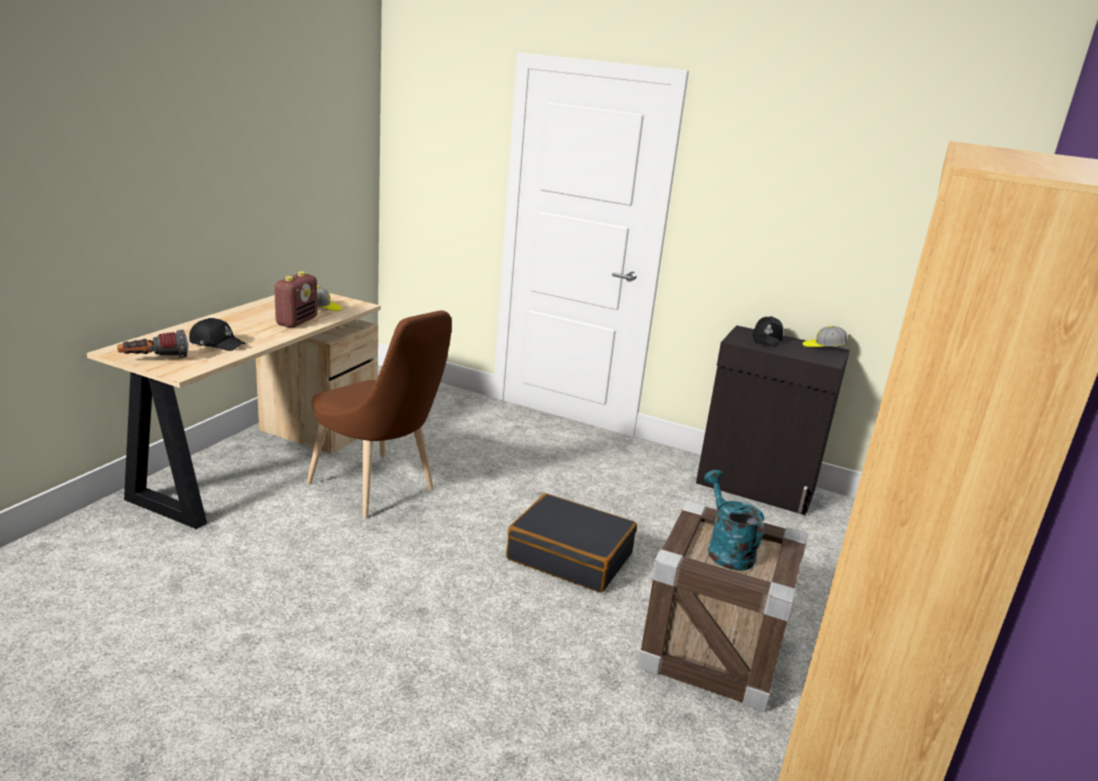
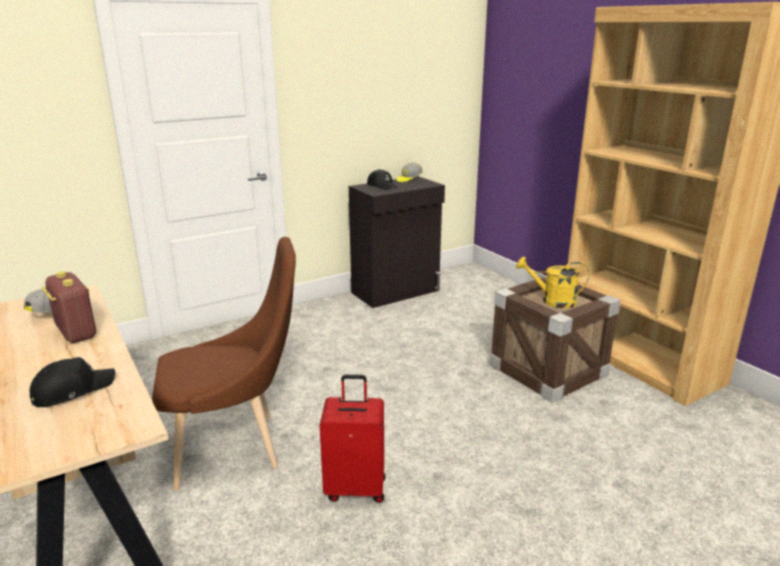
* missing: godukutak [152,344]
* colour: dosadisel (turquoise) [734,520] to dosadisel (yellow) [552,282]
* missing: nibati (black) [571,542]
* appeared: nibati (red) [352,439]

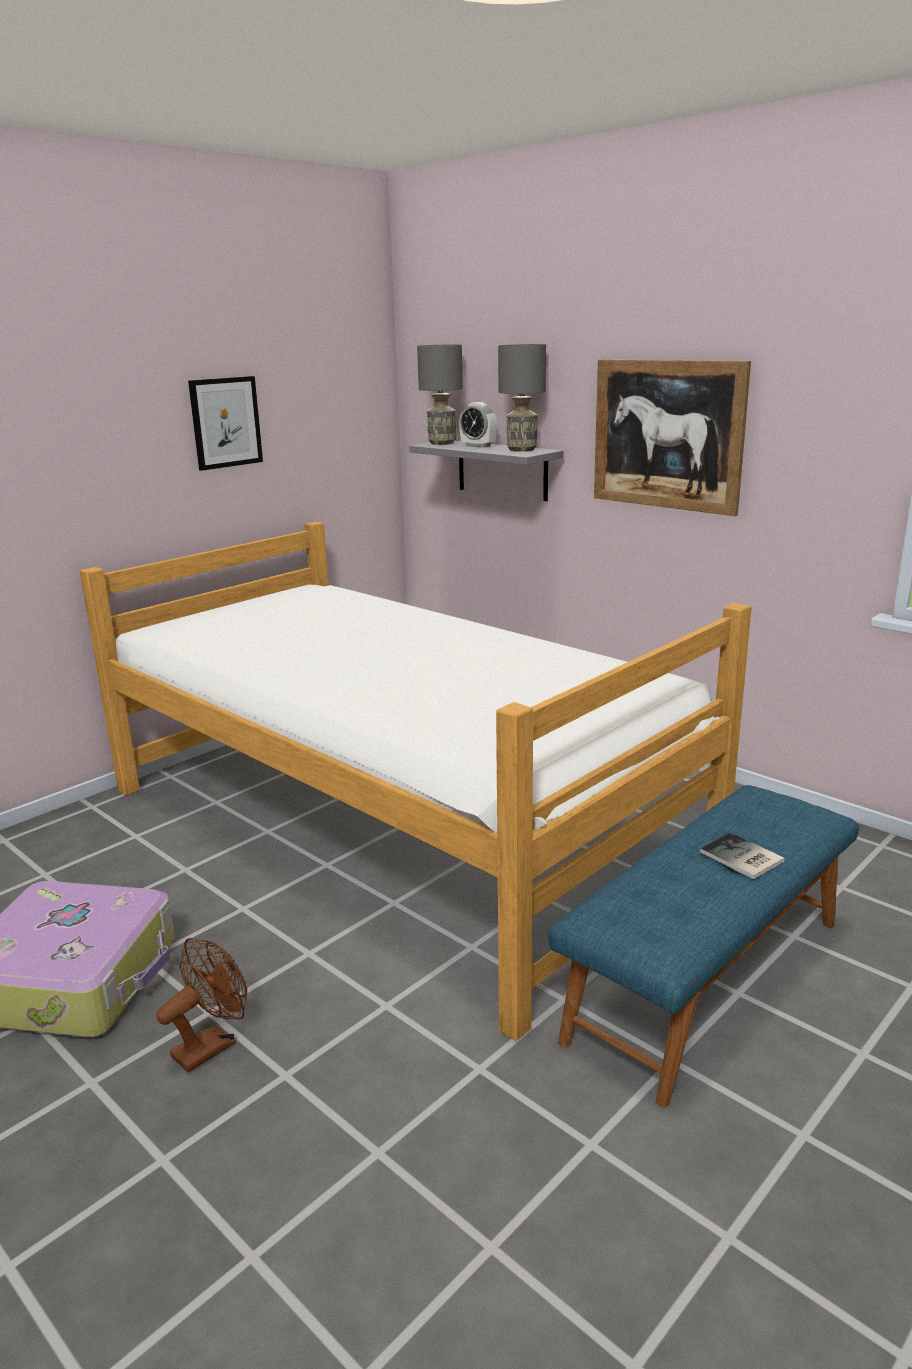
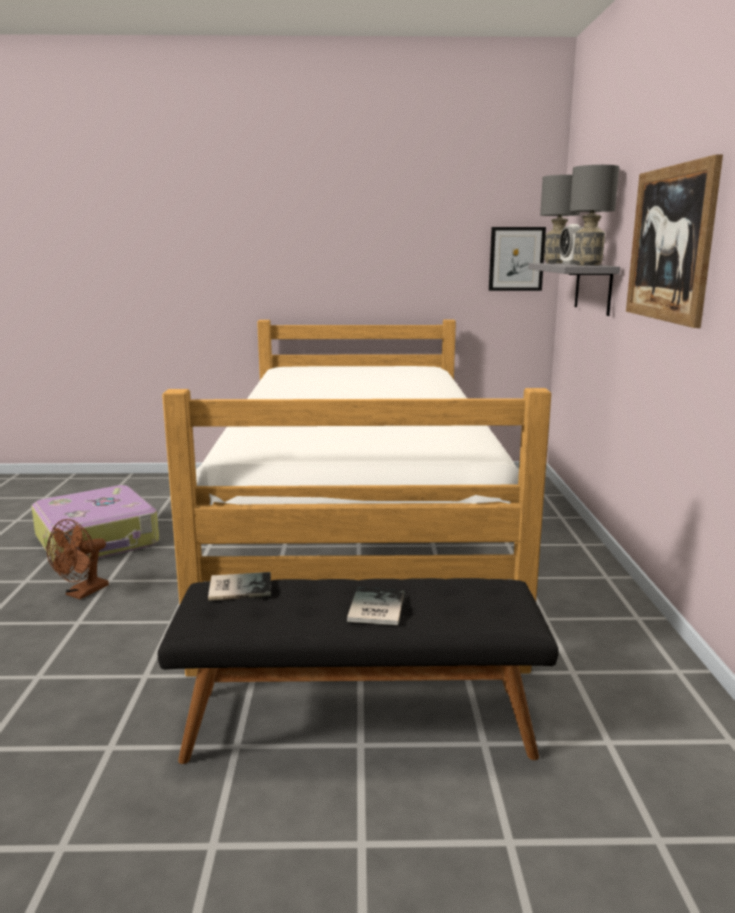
* relocated: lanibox [225,423] to [517,259]
* colour: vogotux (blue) [703,946] to vogotux (black) [358,671]
* spun: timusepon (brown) [201,1005] = [78,559] 120 degrees clockwise
* appeared: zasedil [239,586]

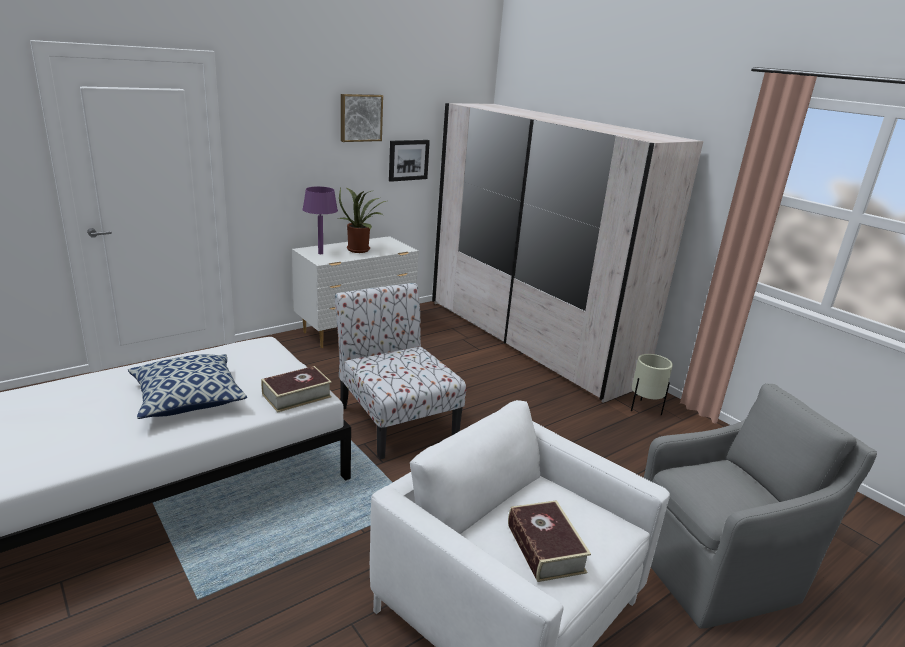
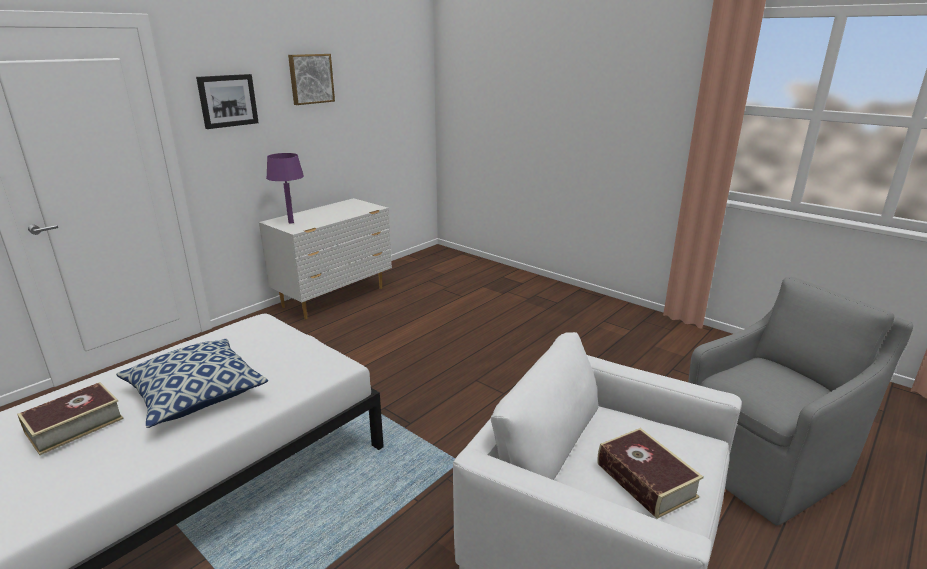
* missing: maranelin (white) [567,253]
* relocated: lanibox [409,161] to [227,101]
* missing: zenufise [362,220]
* missing: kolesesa [400,371]
* missing: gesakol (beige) [652,385]
* relocated: zasedil [296,389] to [70,418]

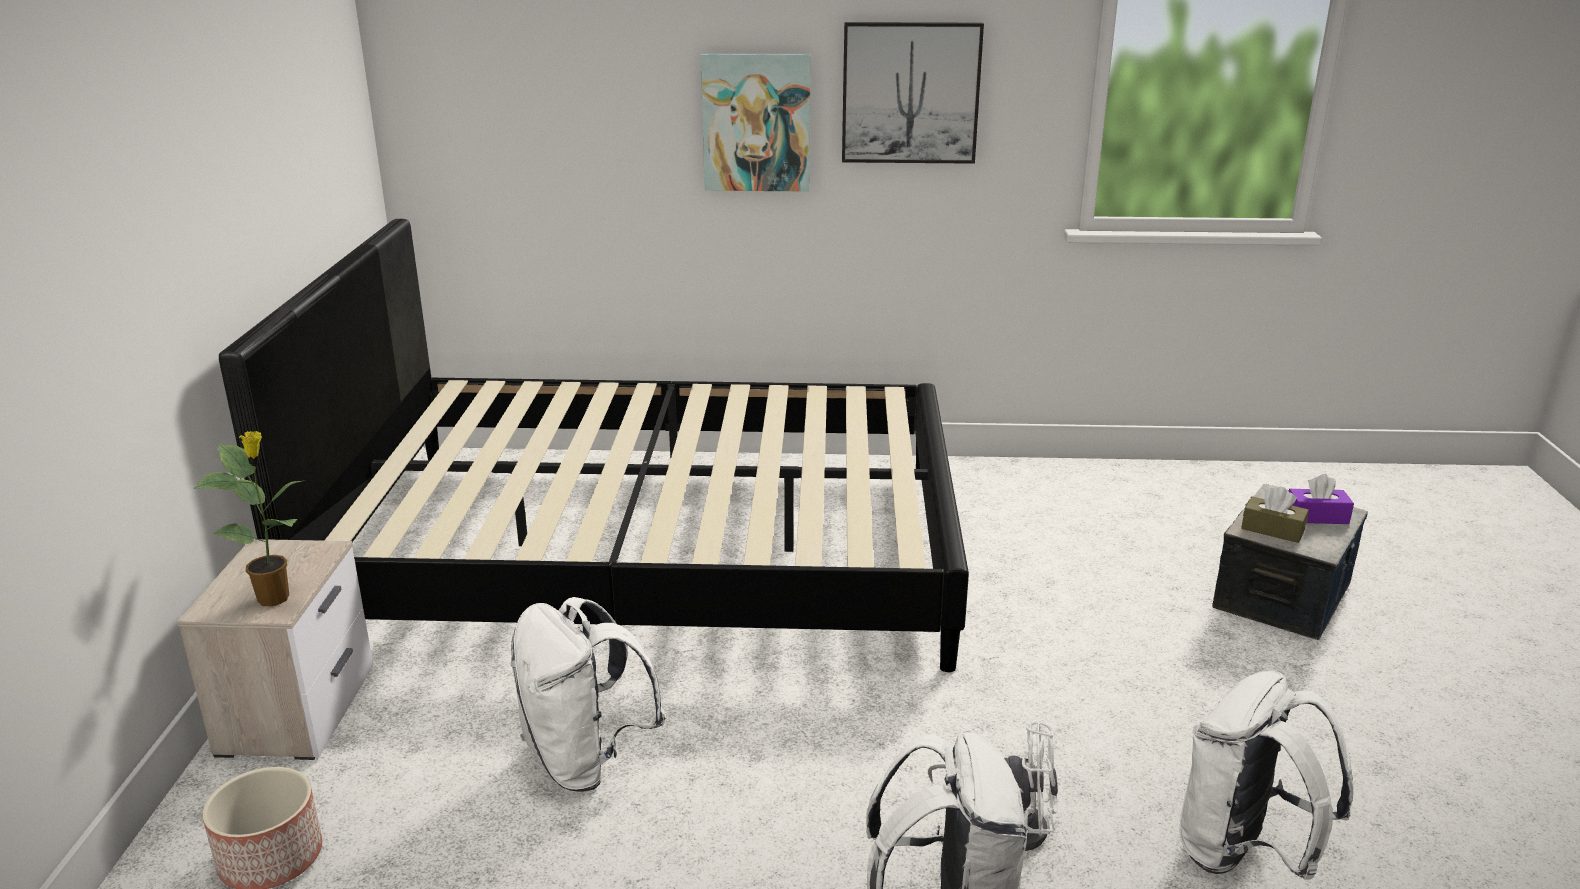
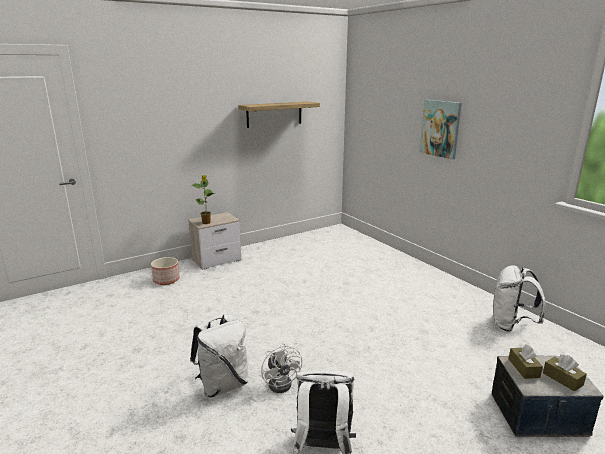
* missing: lanibox [913,93]
* missing: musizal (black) [594,445]
* colour: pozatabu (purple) [1321,499] to pozatabu (brown) [565,373]
* relocated: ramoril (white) [588,694] to [519,298]
* appeared: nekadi [279,114]

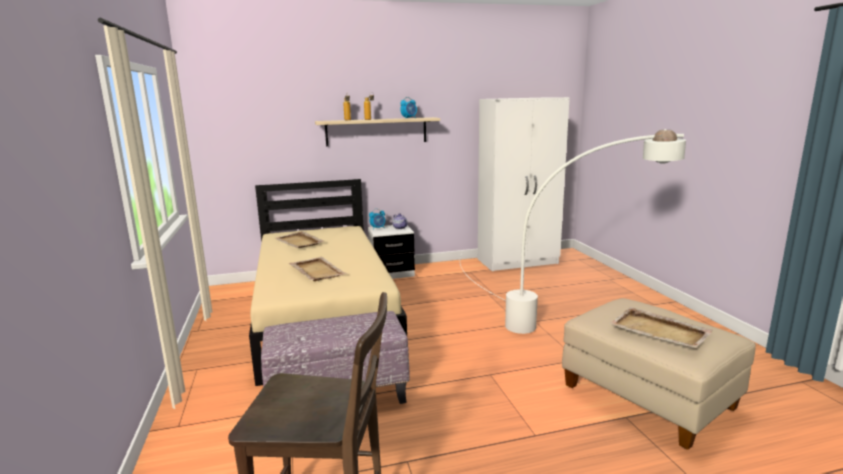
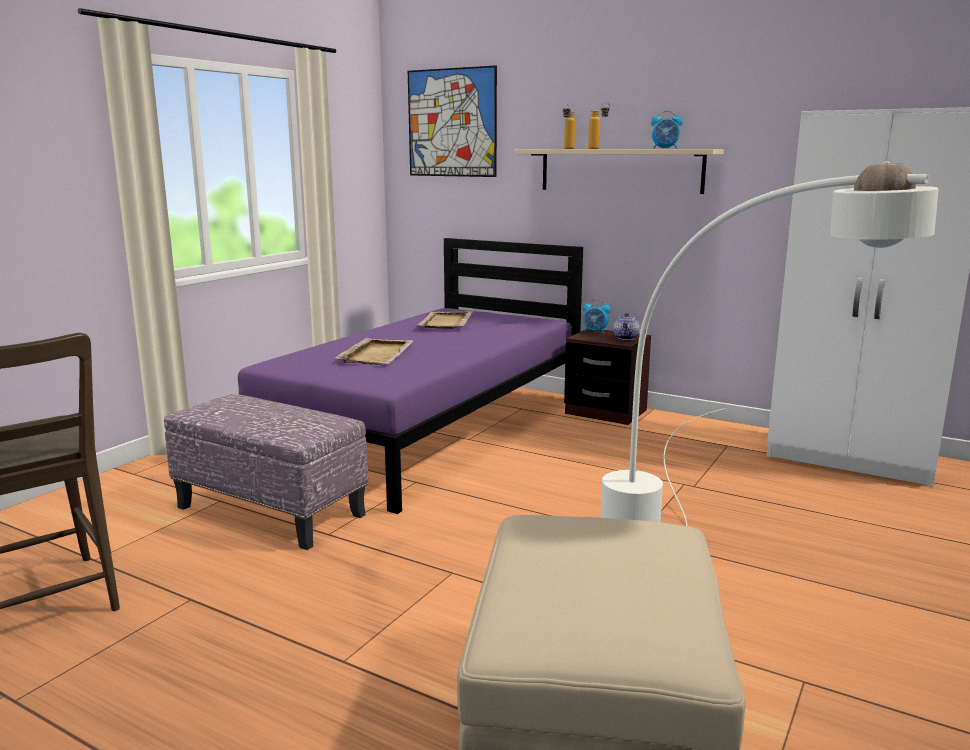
* colour: musizal (beige) [328,282] to musizal (purple) [410,376]
* colour: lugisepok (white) [391,252] to lugisepok (brown) [607,377]
* missing: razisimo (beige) [661,327]
* appeared: lanibox [452,121]

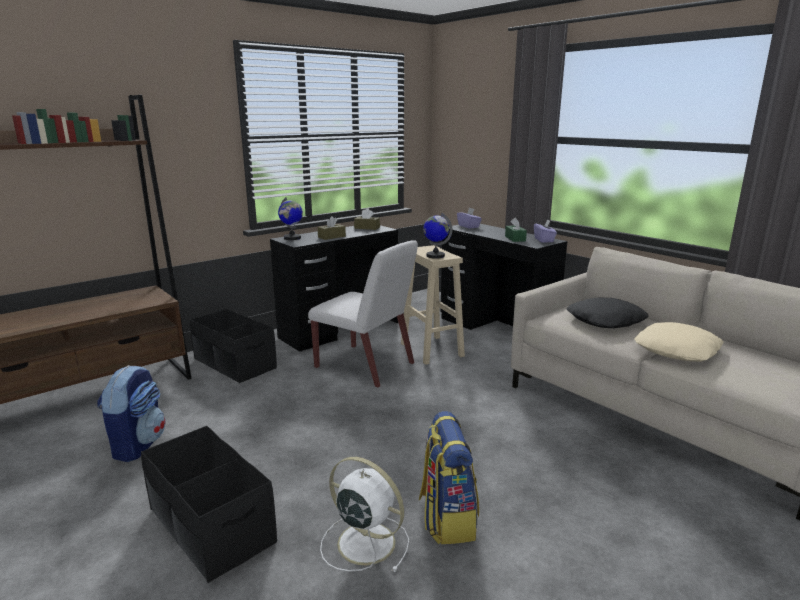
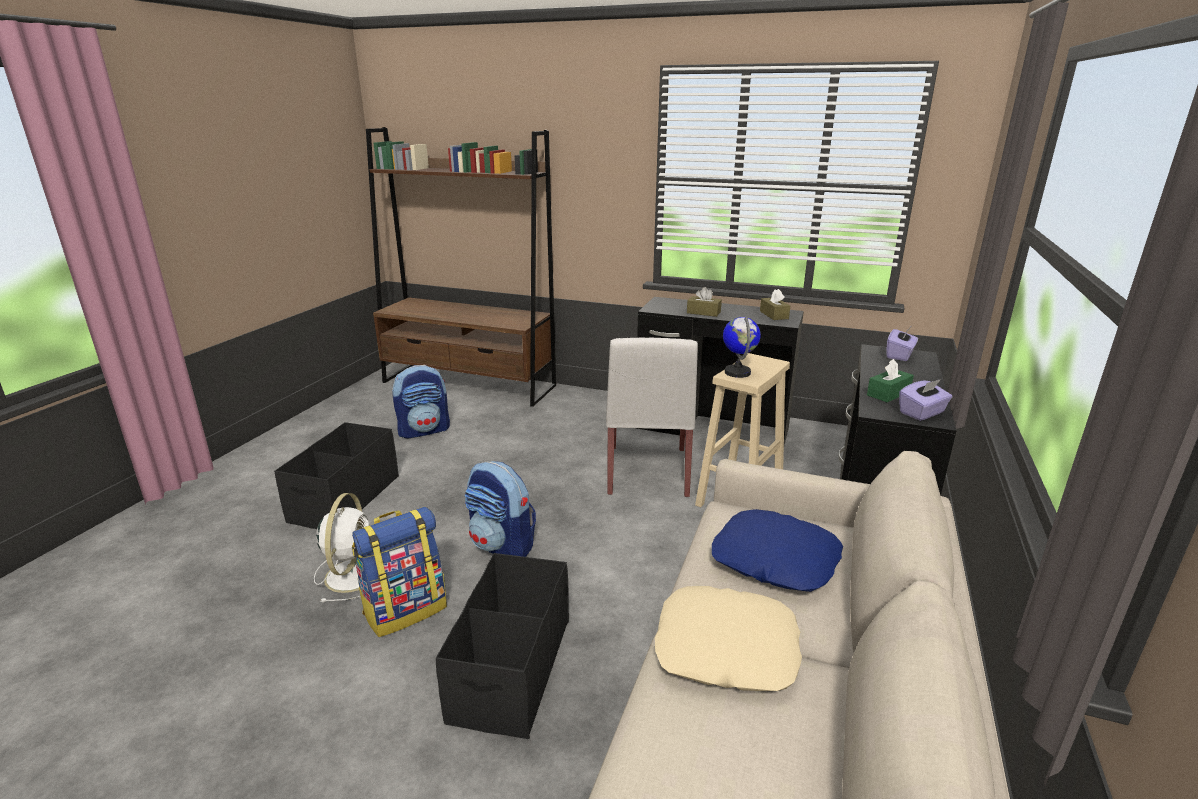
* missing: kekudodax [290,218]
* colour: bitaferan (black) [607,313] to bitaferan (blue) [777,550]
* relocated: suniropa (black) [233,346] to [502,646]
* appeared: ramoril [500,509]

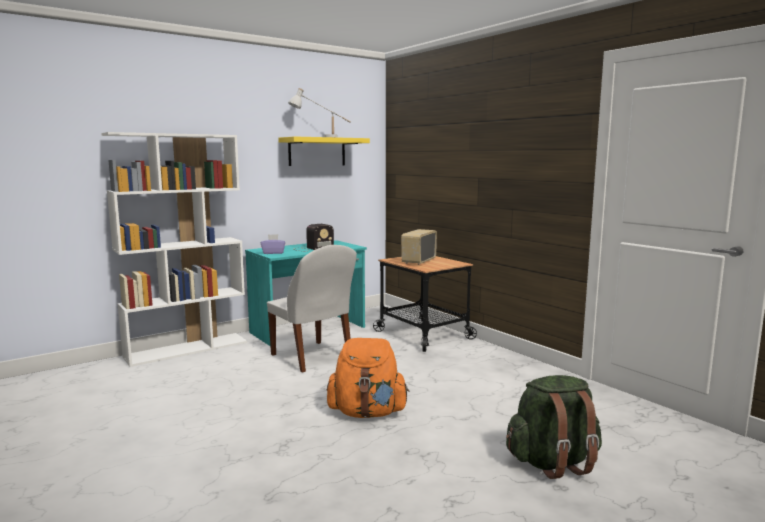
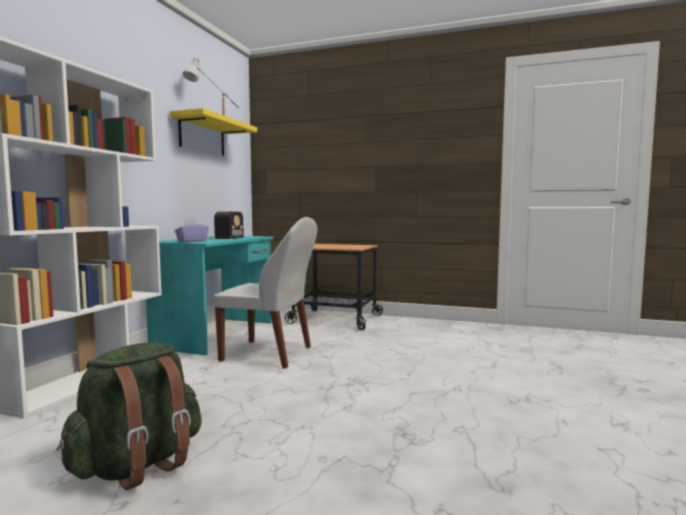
* missing: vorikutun [419,247]
* missing: ramoril (orange) [368,378]
* relocated: ramoril (green) [554,427] to [129,417]

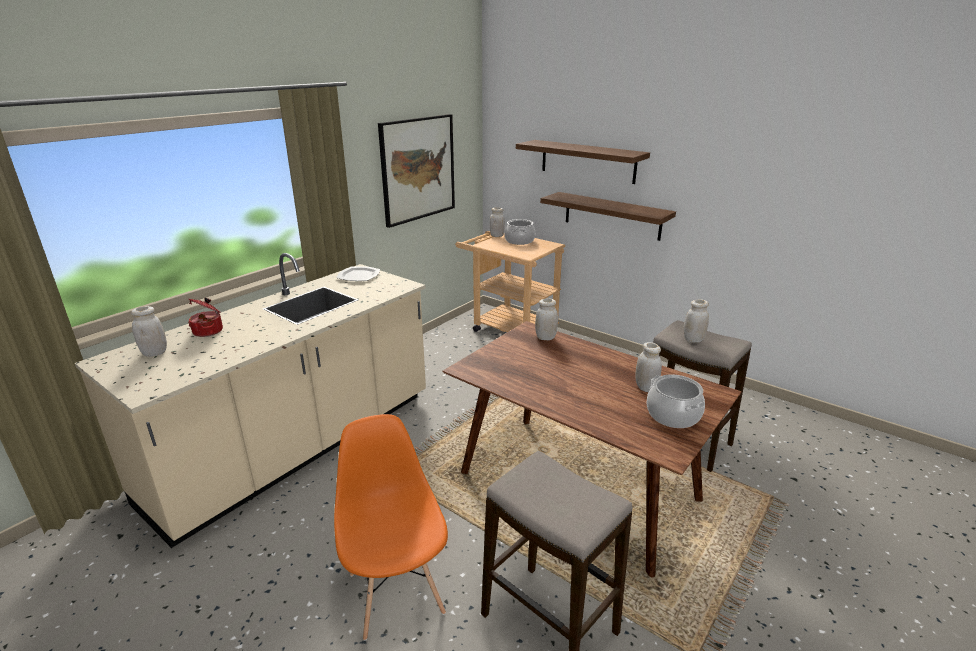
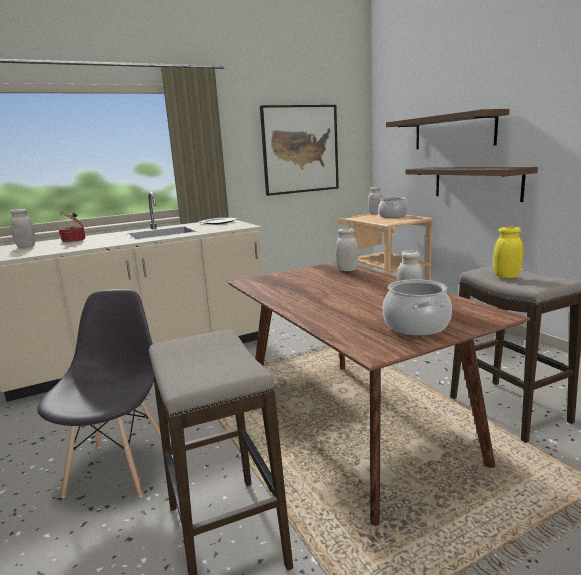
* colour: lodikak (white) [696,321] to lodikak (yellow) [508,252]
* colour: kolesesa (orange) [391,527] to kolesesa (grey) [99,393]

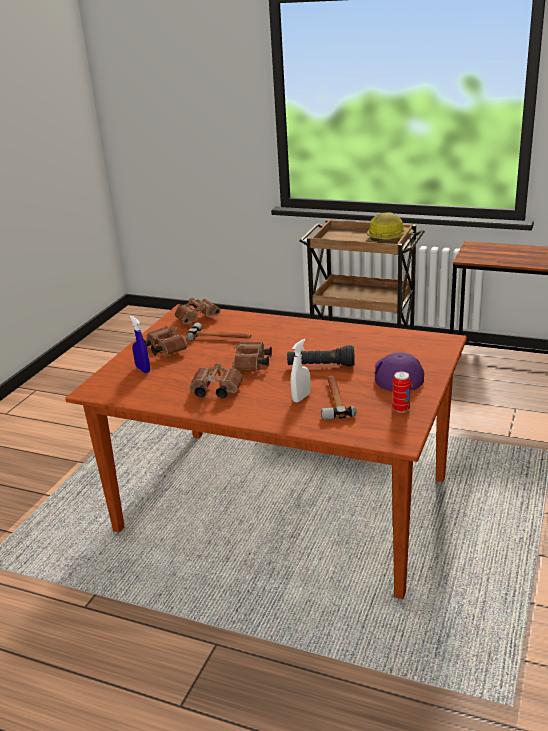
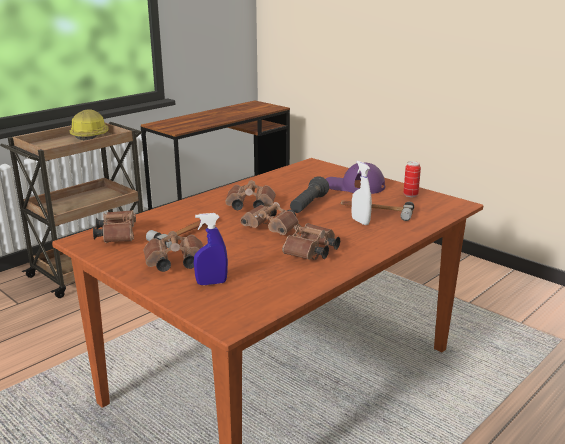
* appeared: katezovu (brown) [250,195]

